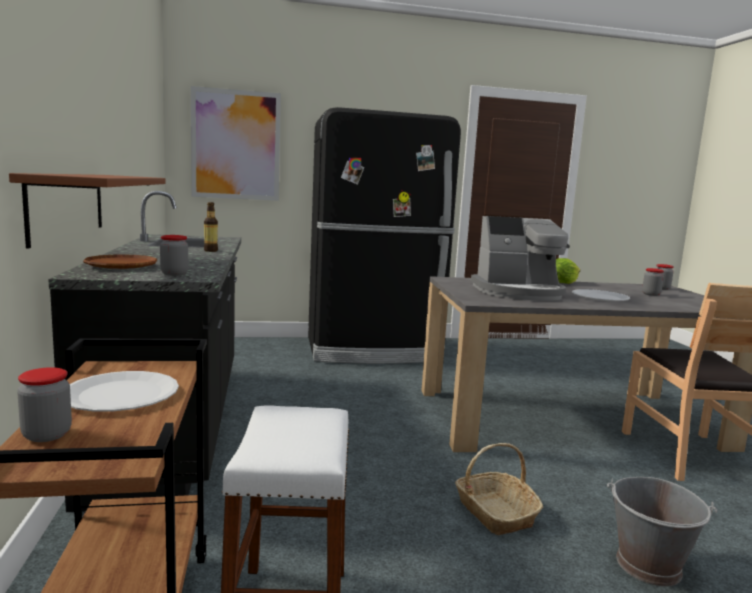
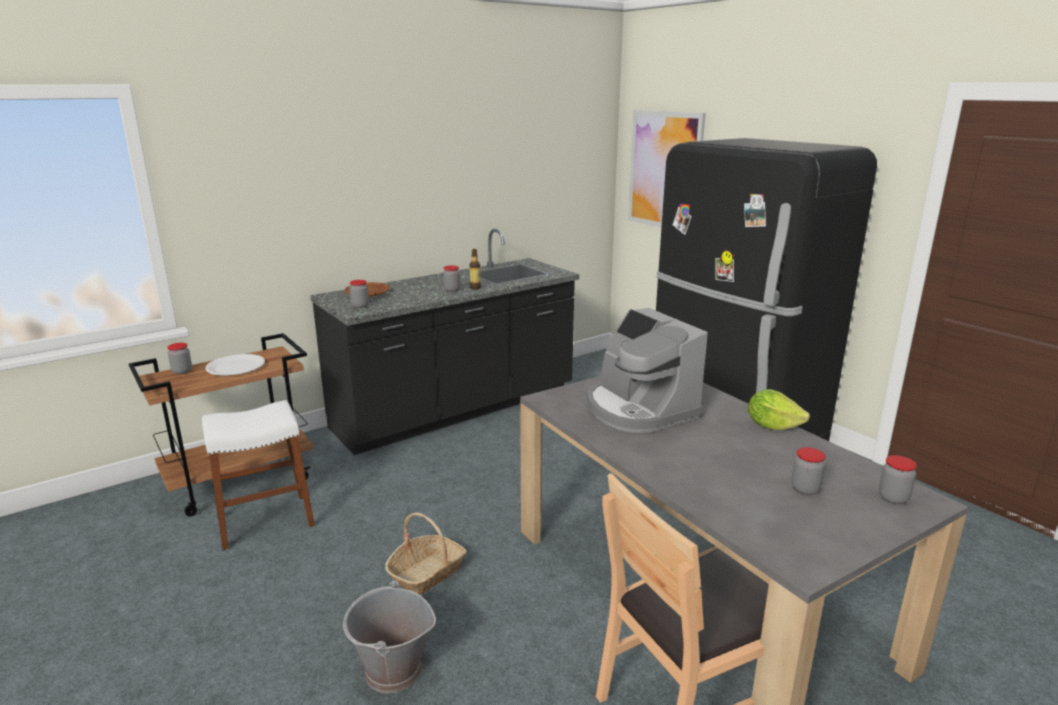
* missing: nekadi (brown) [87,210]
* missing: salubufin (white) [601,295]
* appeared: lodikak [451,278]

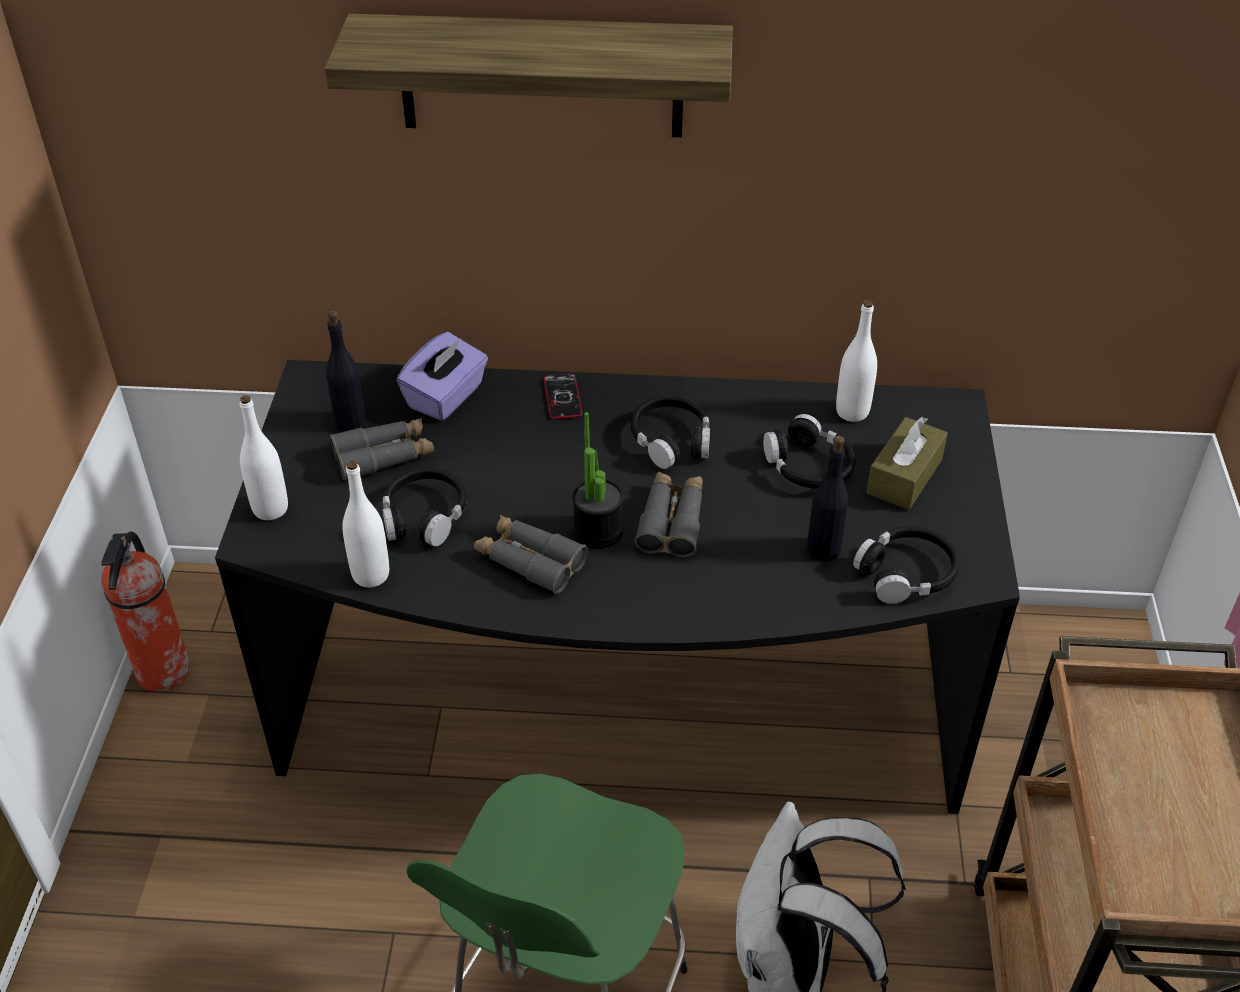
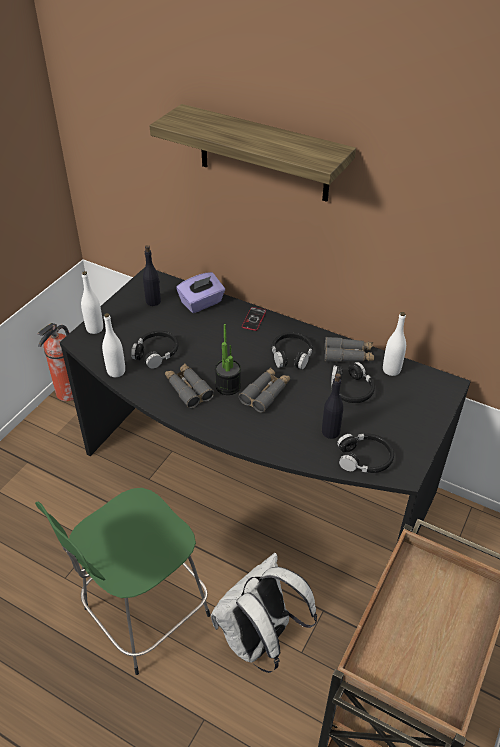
* missing: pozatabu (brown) [907,463]
* relocated: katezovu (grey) [382,449] to [349,349]

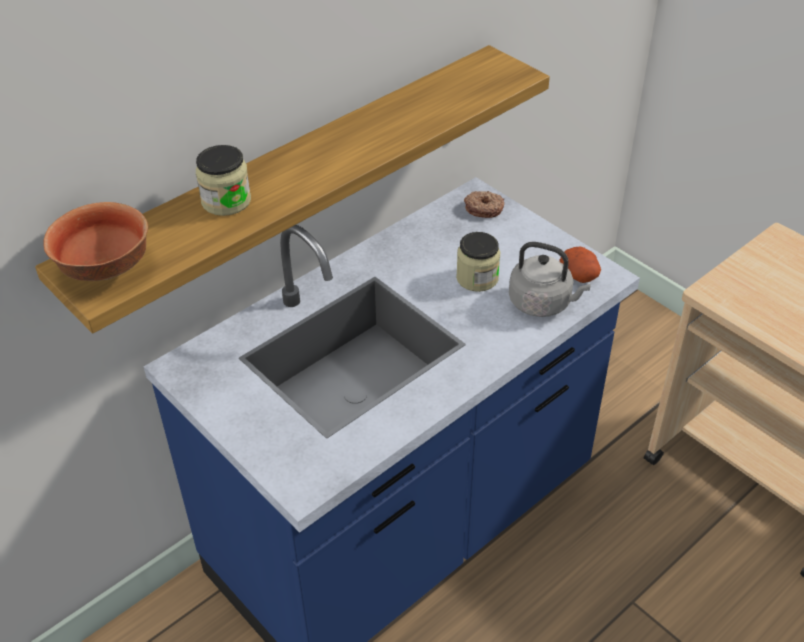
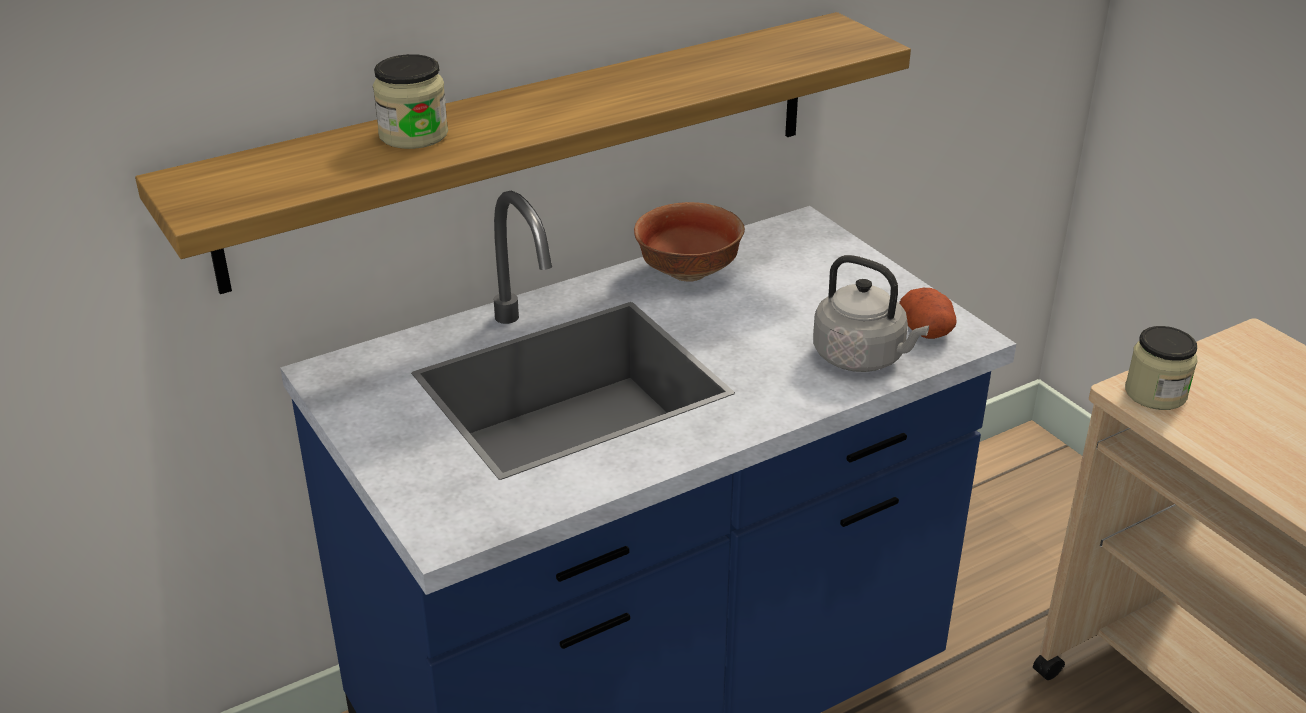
* missing: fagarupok [484,204]
* relocated: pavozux [95,241] to [689,242]
* relocated: lodikak [478,262] to [1161,368]

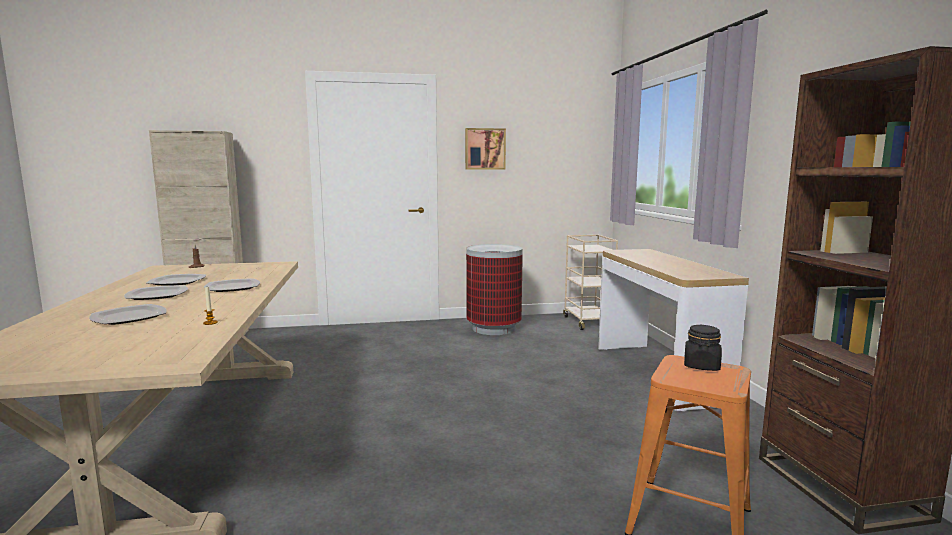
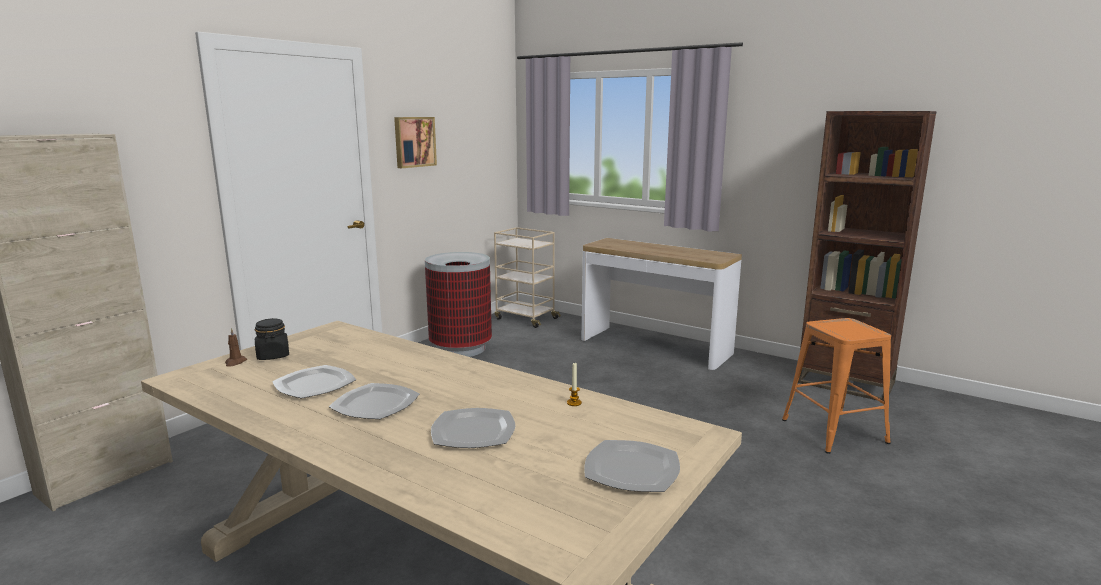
* relocated: salubufin [232,285] to [632,466]
* relocated: lodikak (black) [703,348] to [272,339]

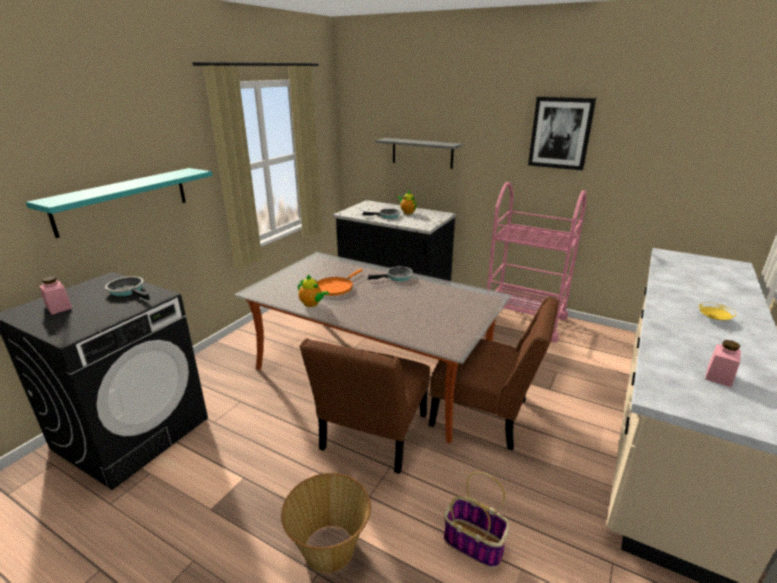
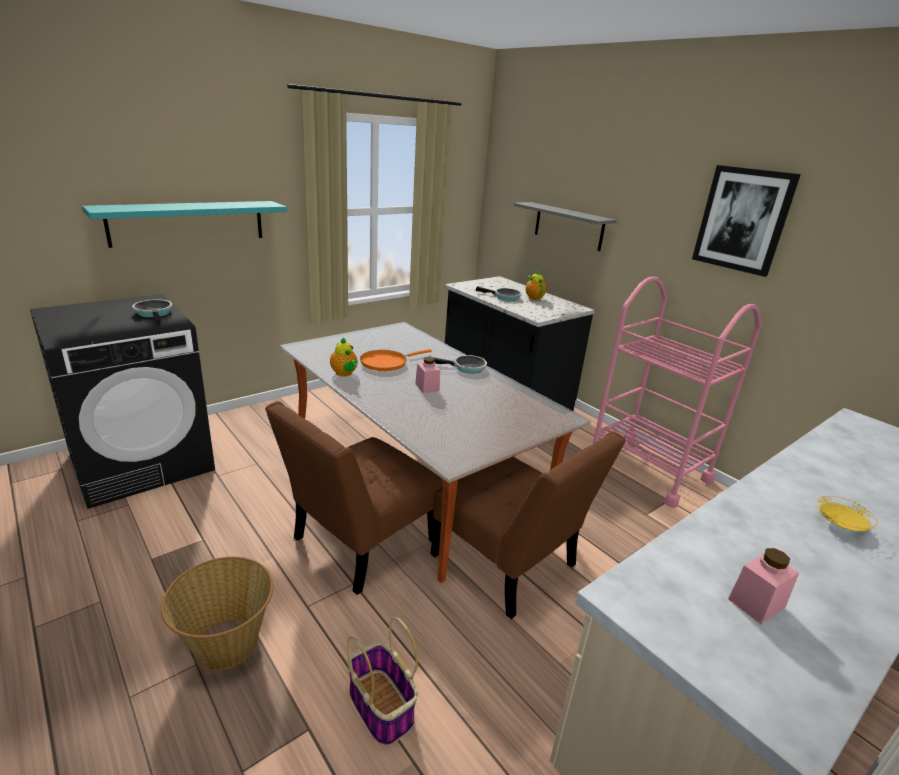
* relocated: lodikak (pink) [56,295] to [427,375]

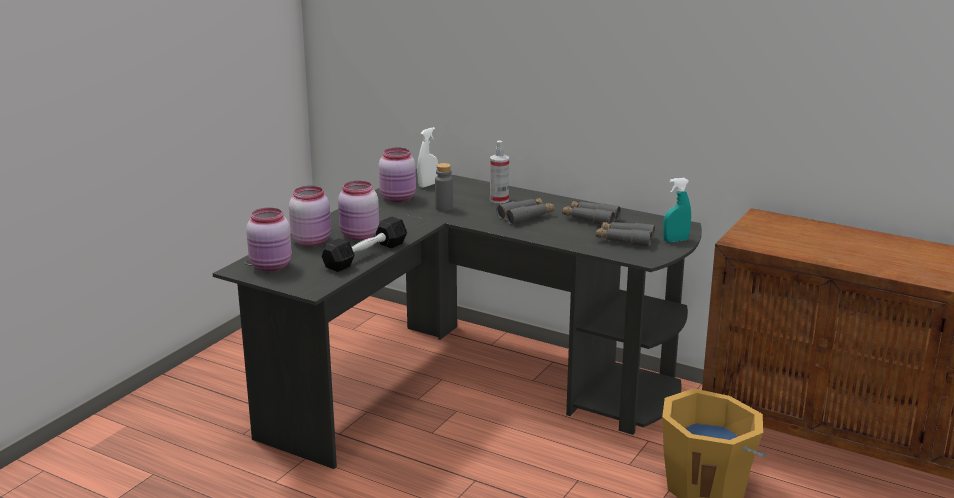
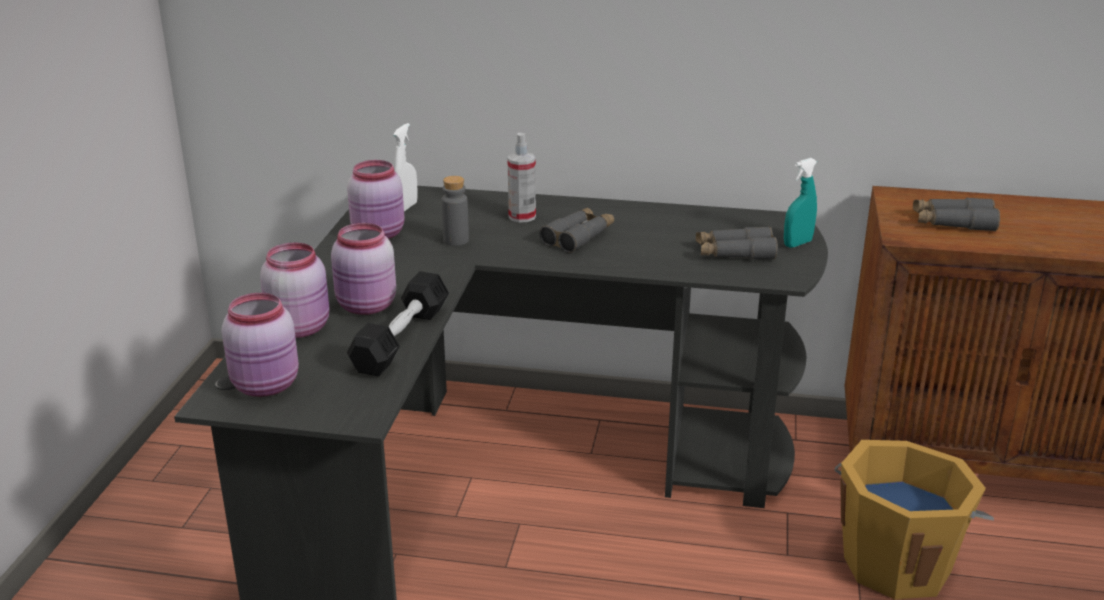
* relocated: katezovu (grey) [591,212] to [956,214]

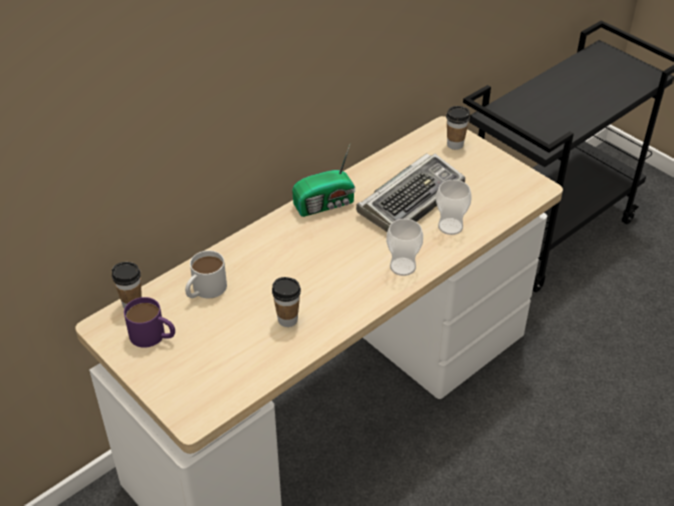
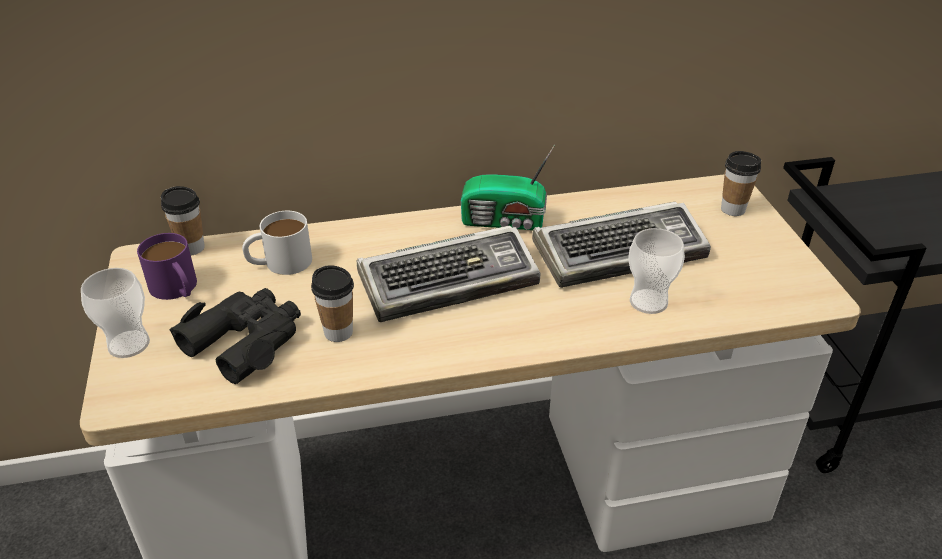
* relocated: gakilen [404,247] to [115,313]
* appeared: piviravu [448,274]
* appeared: katezovu (black) [235,336]

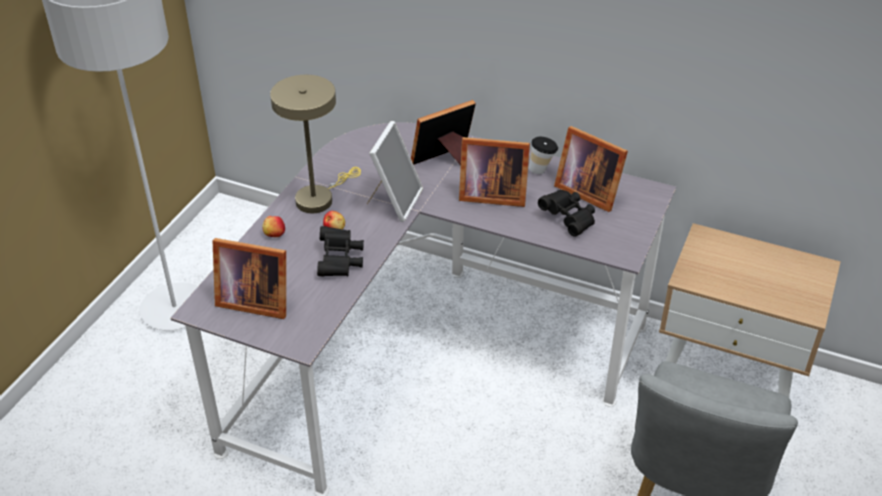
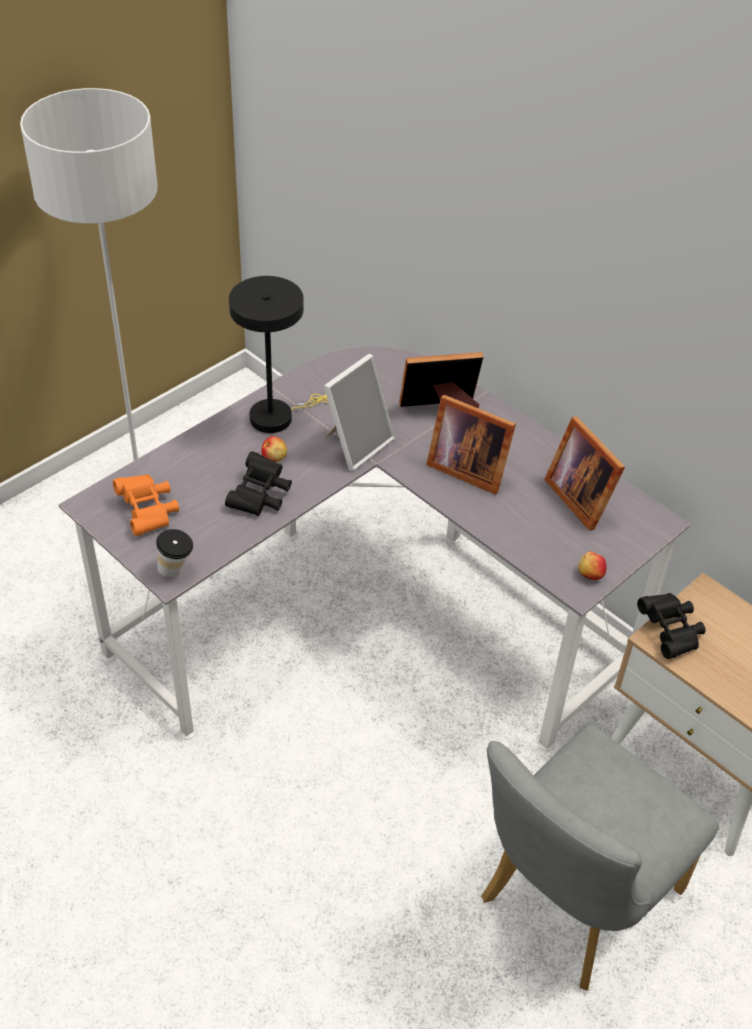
* colour: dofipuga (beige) [315,144] to dofipuga (black) [279,354]
* relocated: gakilen [543,155] to [174,553]
* relocated: katezovu (black) [566,213] to [671,626]
* relocated: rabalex [273,226] to [593,566]
* exchanged: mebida [249,278] to katezovu (orange) [146,505]

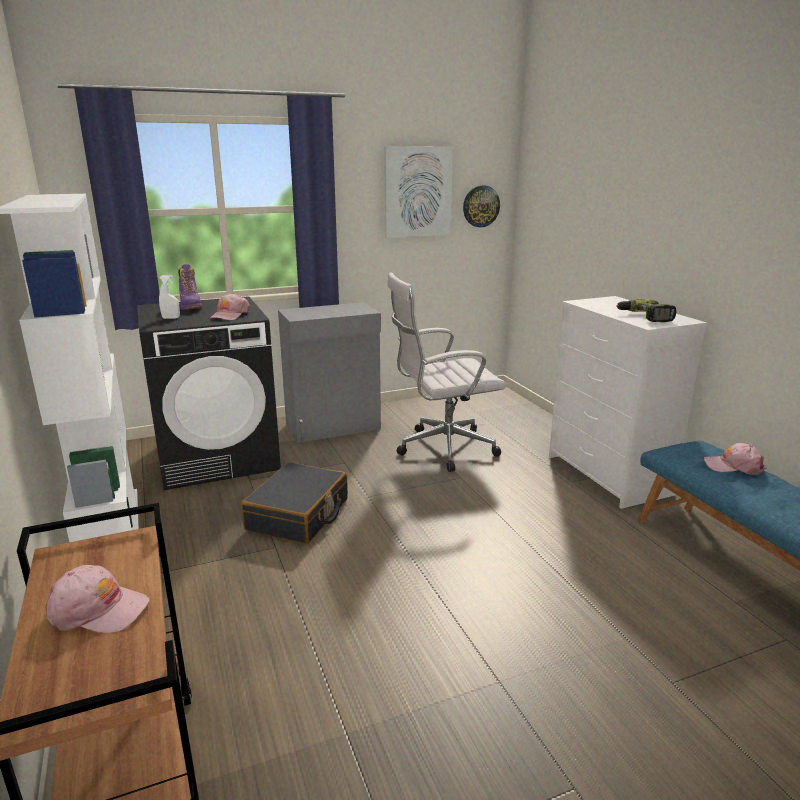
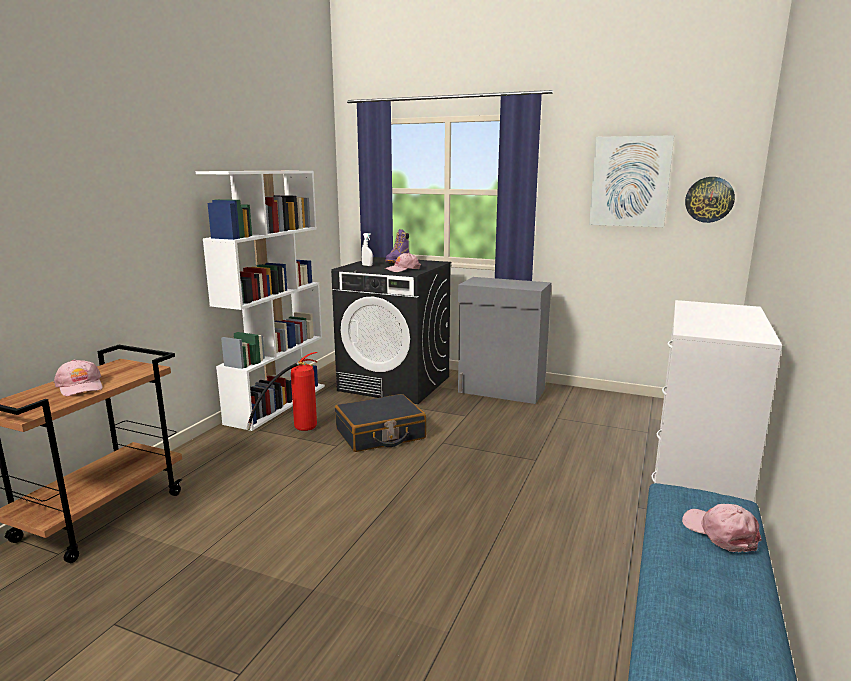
* missing: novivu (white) [447,372]
* missing: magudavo [646,310]
* appeared: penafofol [282,391]

